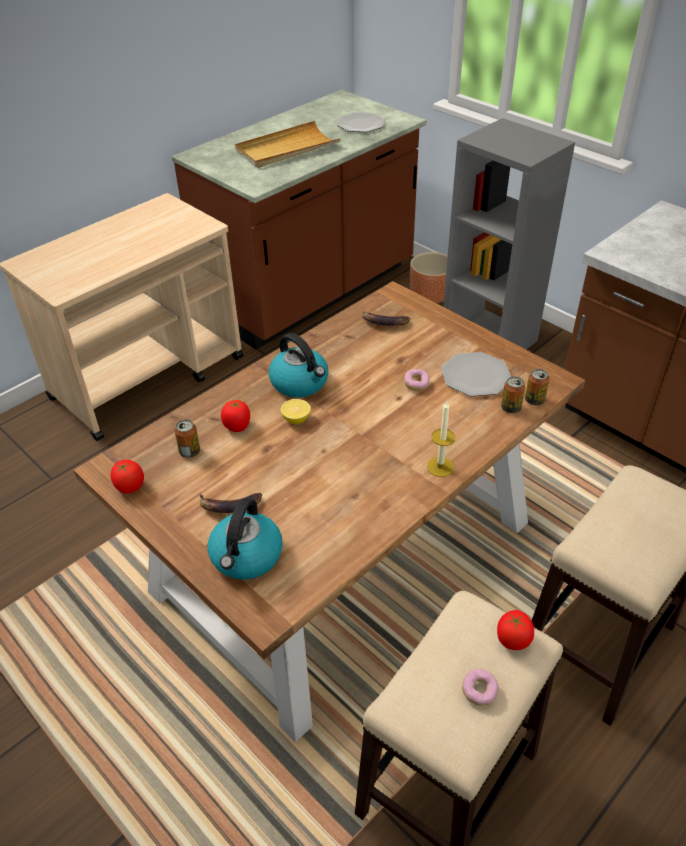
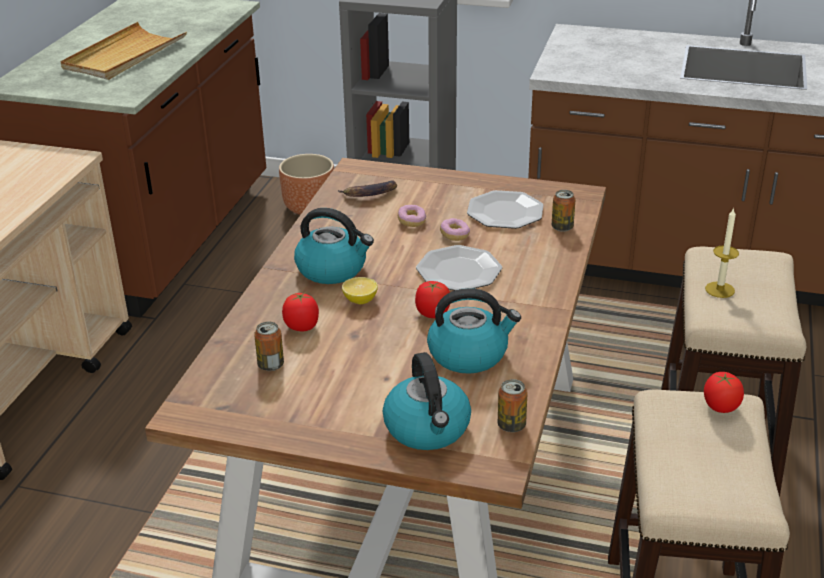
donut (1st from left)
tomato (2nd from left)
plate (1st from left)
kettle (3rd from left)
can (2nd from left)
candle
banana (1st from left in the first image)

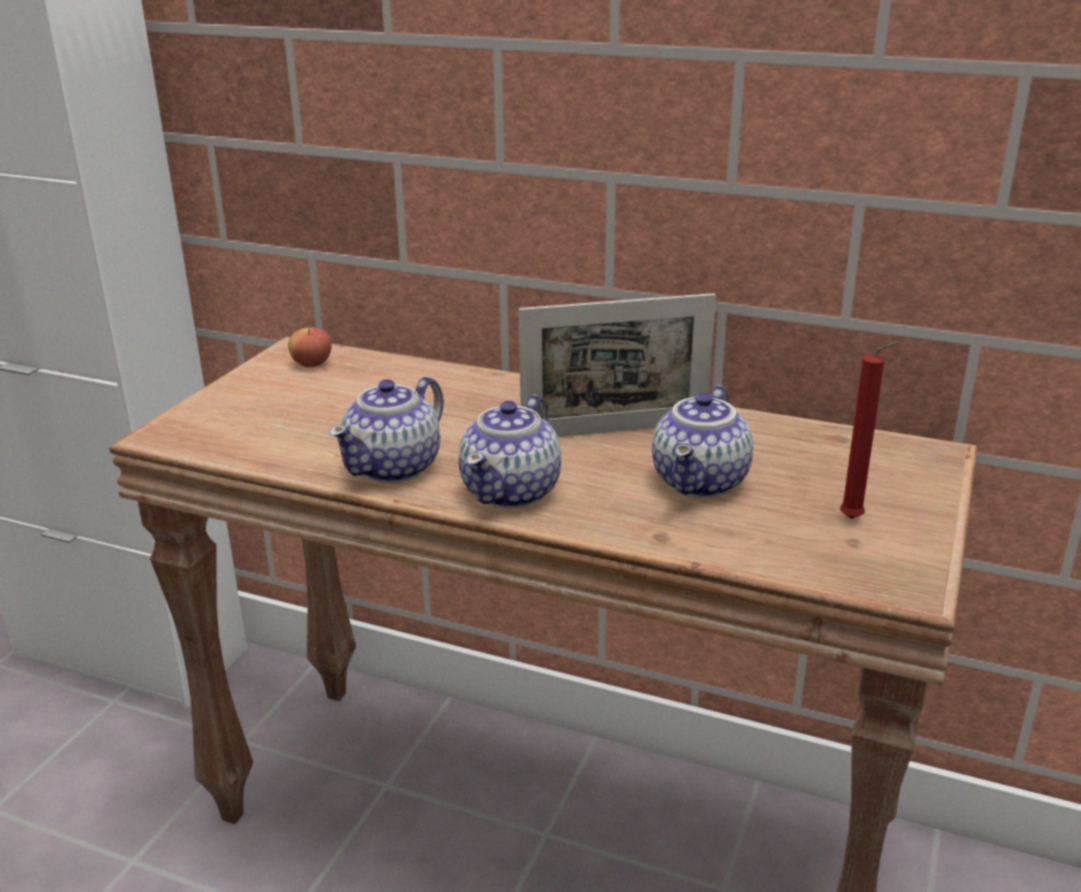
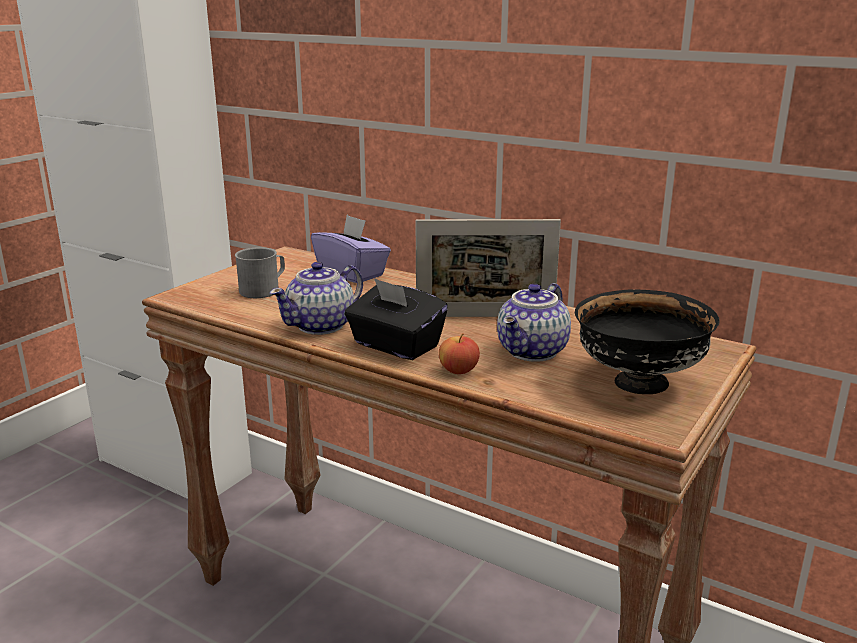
mug (grey)
tissue box (purple)
tissue box (black)
apple
bowl (black)

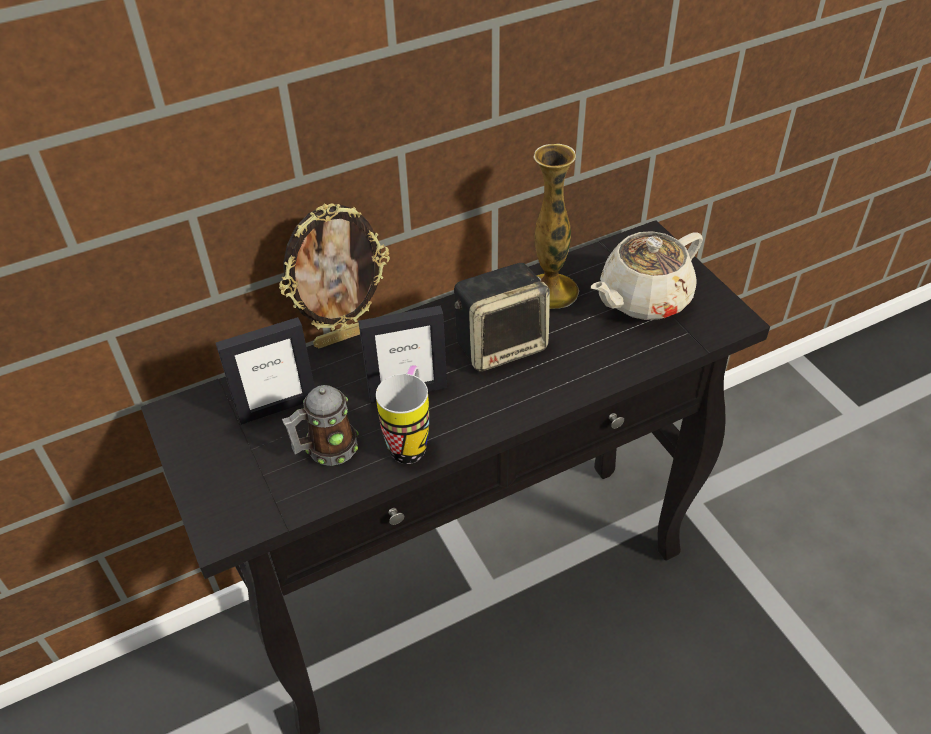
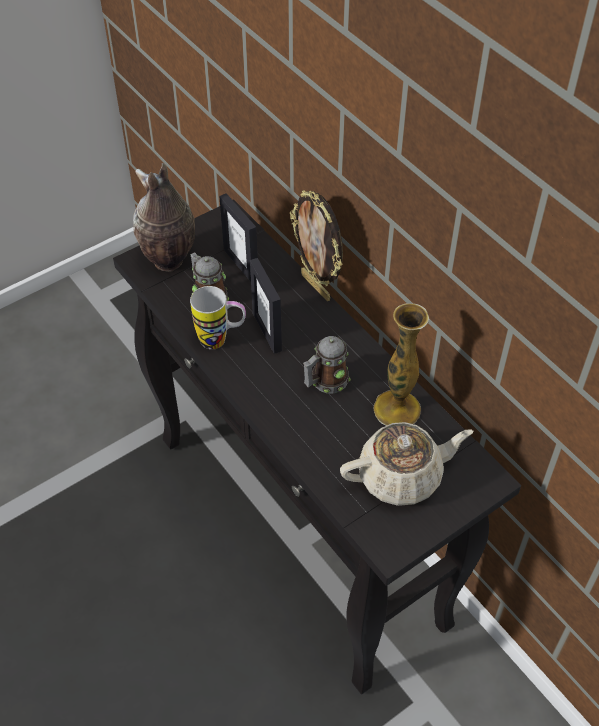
vase (1st from left)
mug (3rd from left)
teapot (beige)

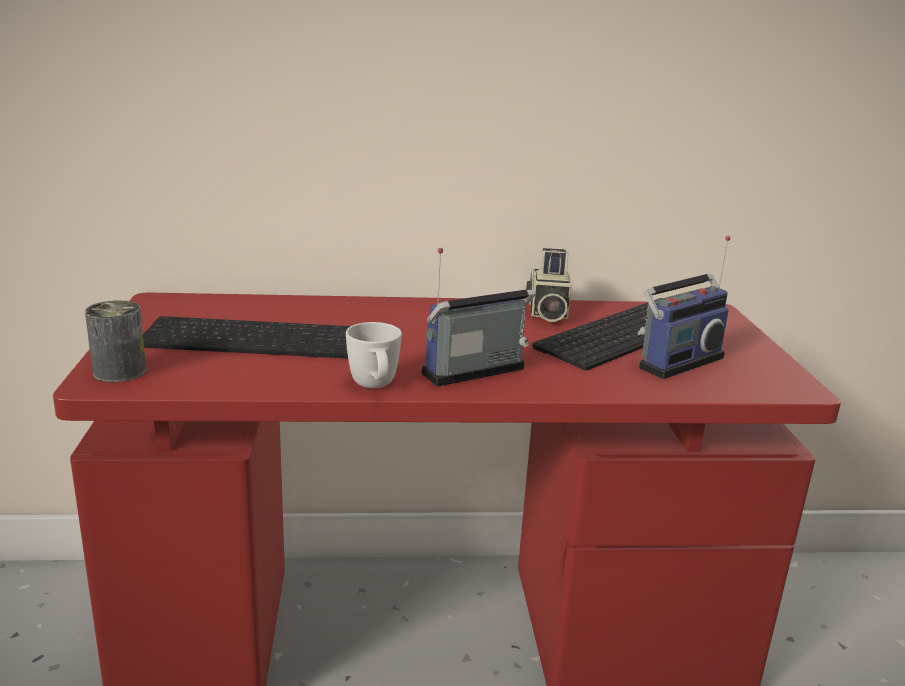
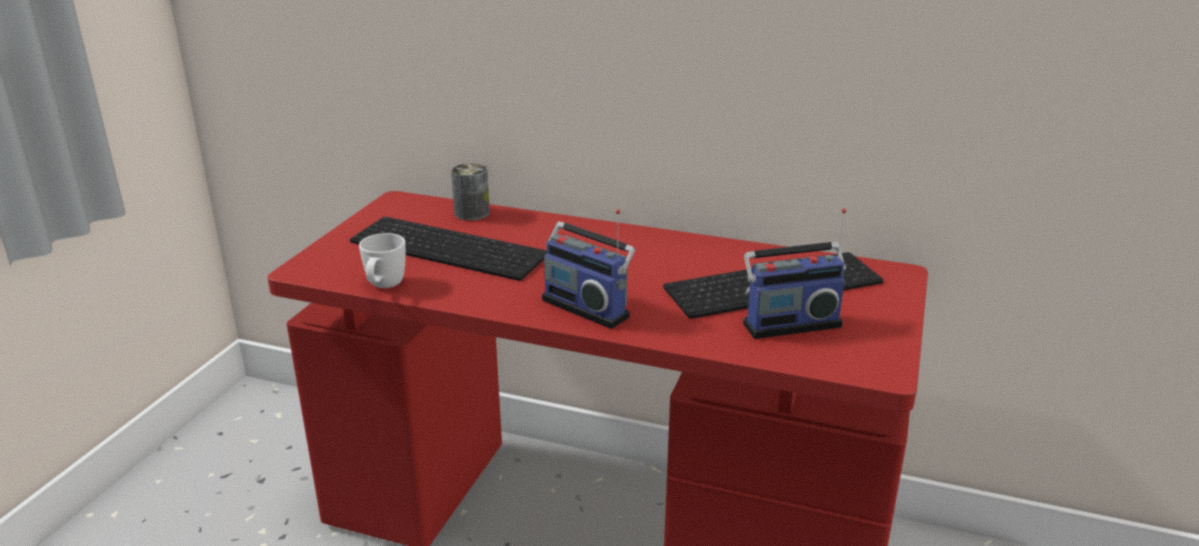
mug (white)
can
radio (1st from left)
photo camera

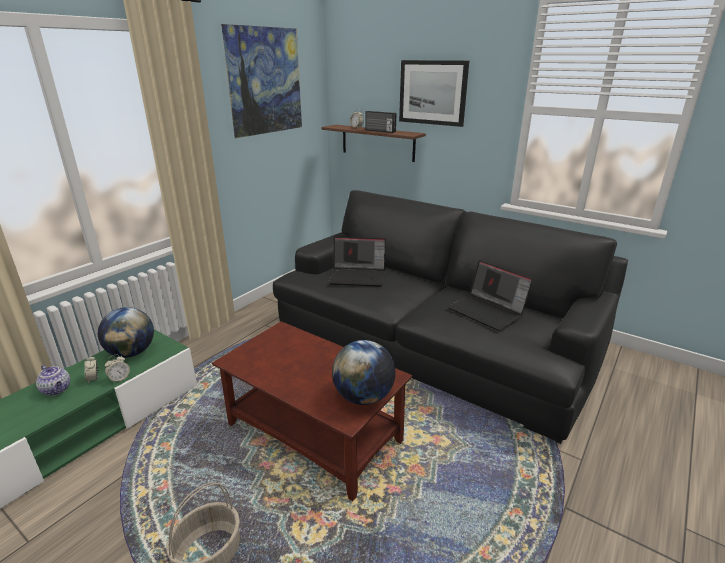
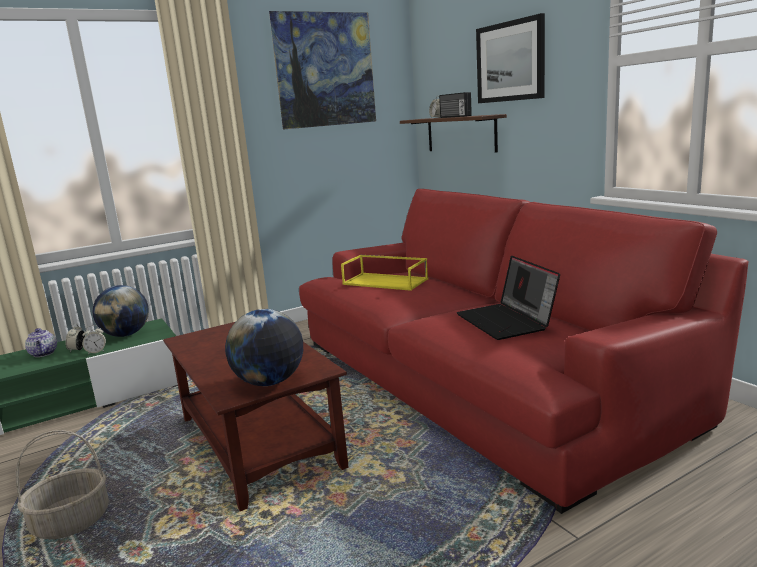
sofa (red)
tray (yellow)

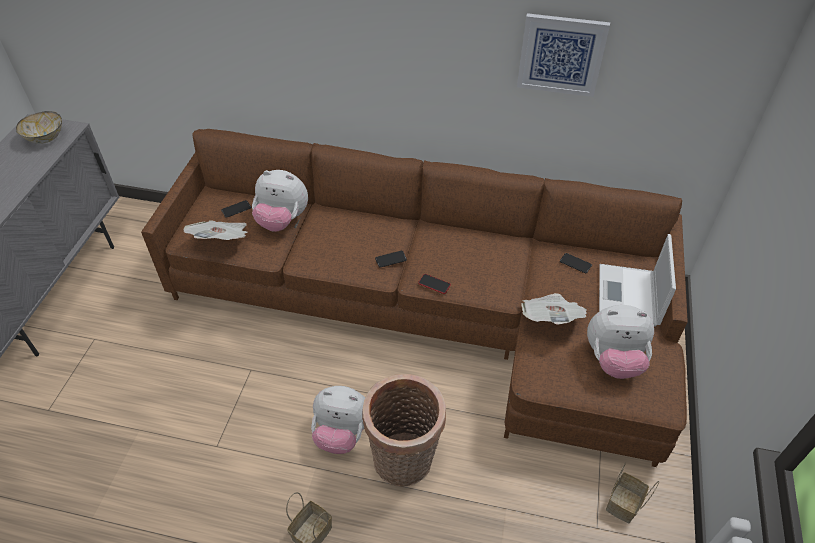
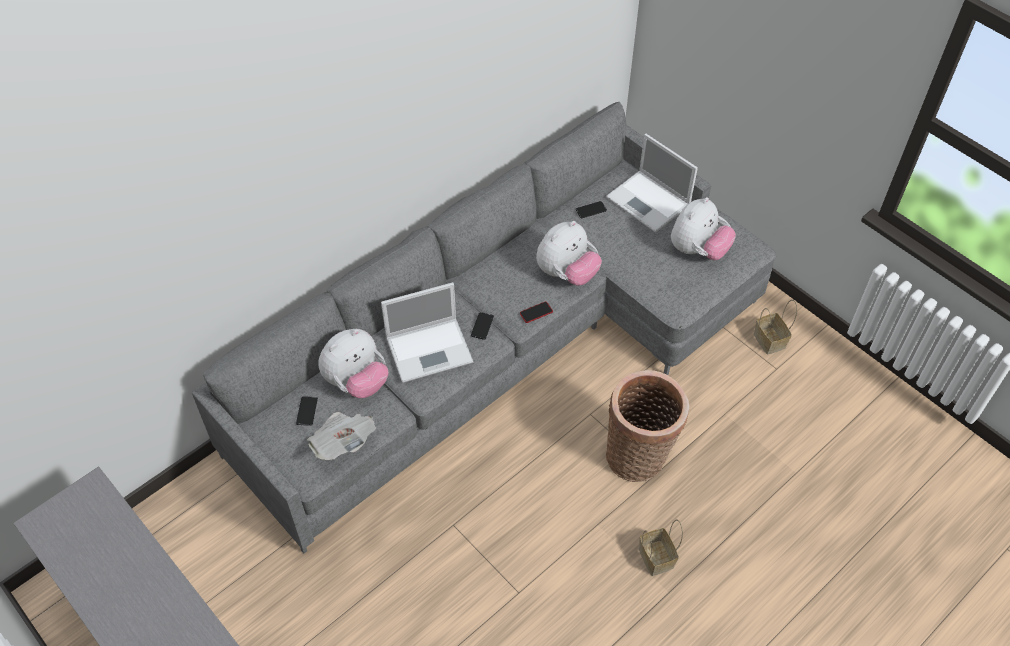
sofa (grey)
laptop (1st from left)
plush toy (2nd from left)
bowl
picture
newspaper (2nd from left in the first image)

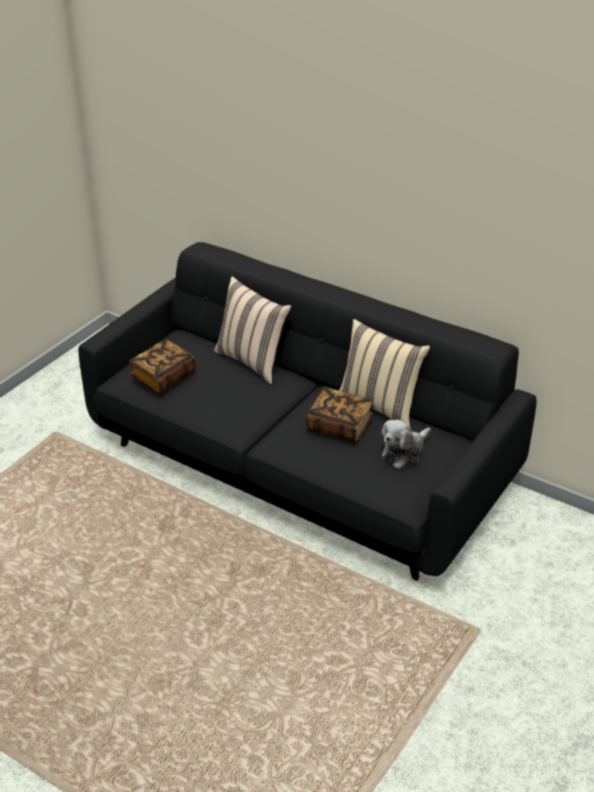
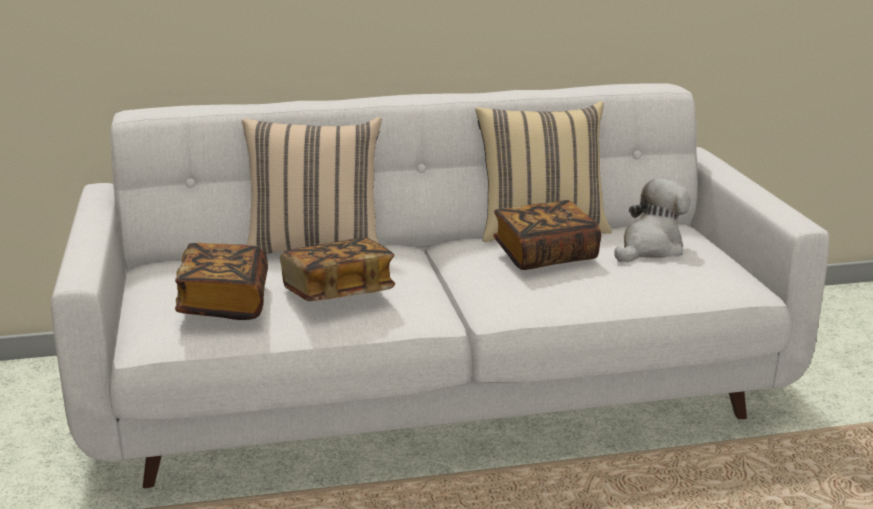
sofa (white)
book (2nd from left)
plush toy

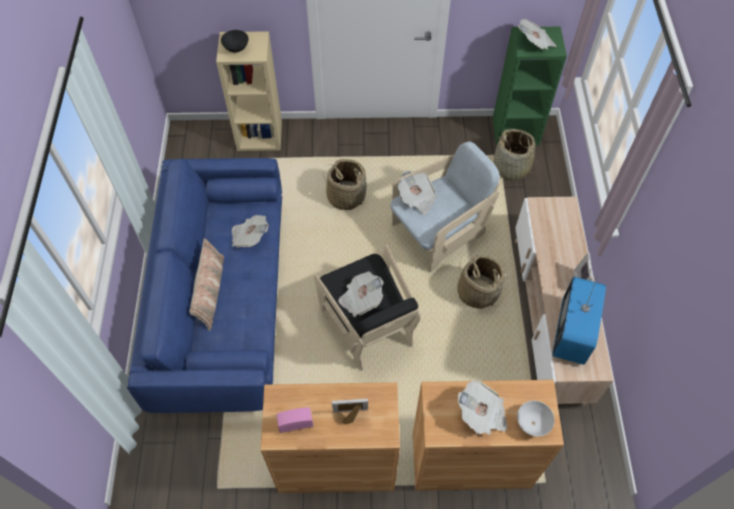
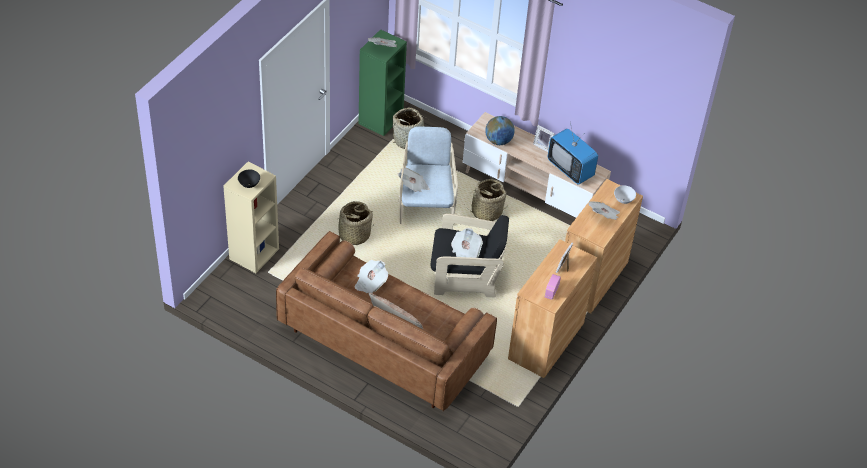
sofa (brown)
globe

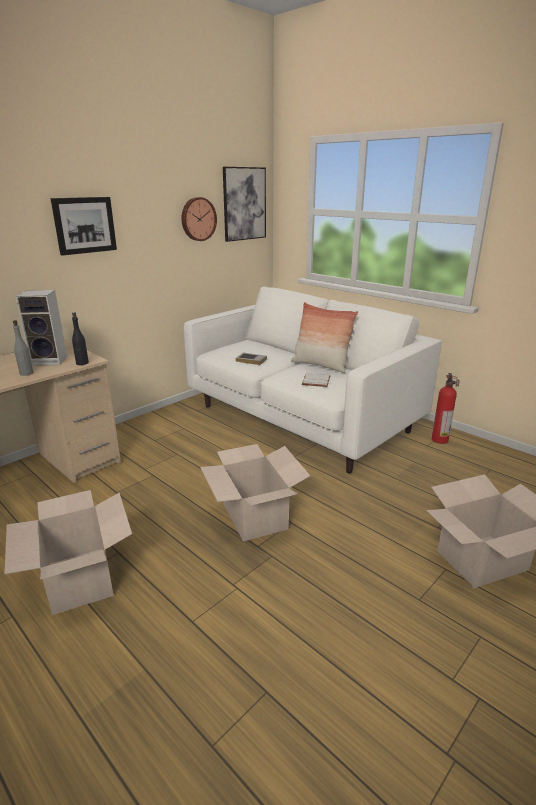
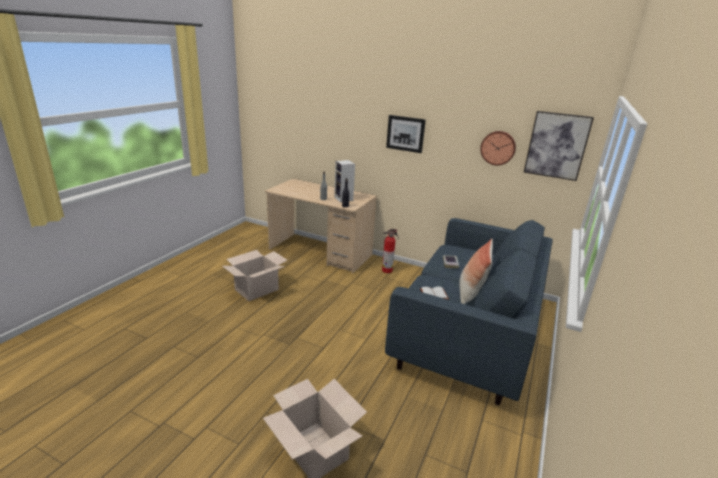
fire extinguisher
sofa (blue)
cardboard box (2nd from left in the first image)

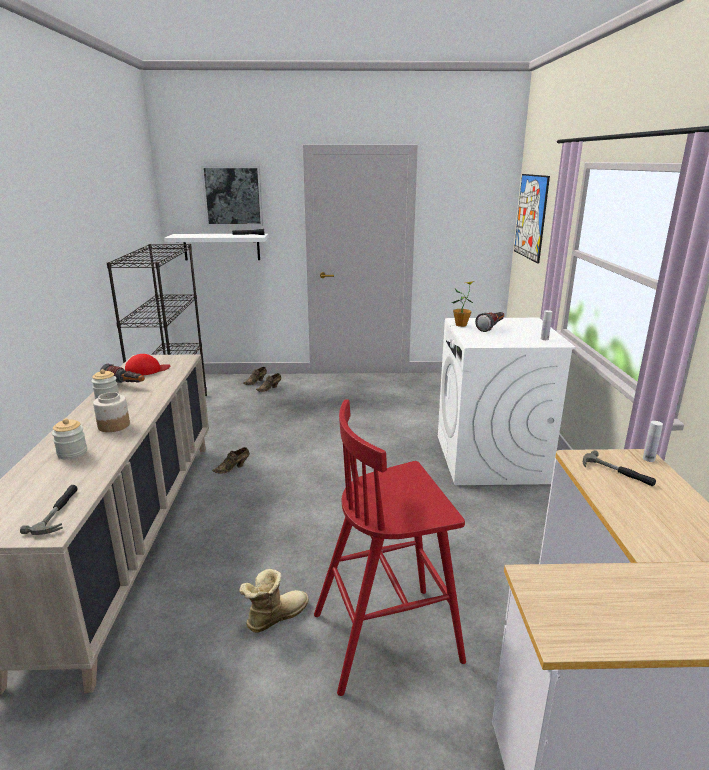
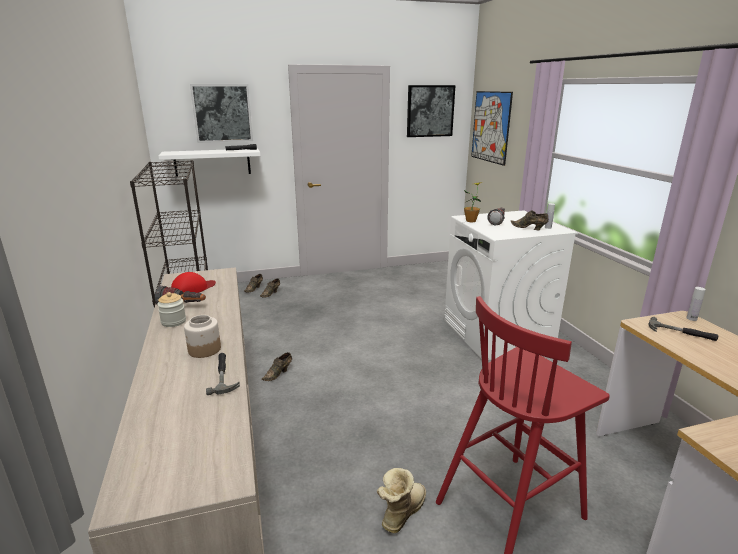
hammer (1st from left)
picture (2nd from left)
shoe (brown) (4th from left)
jar (1st from left in the first image)

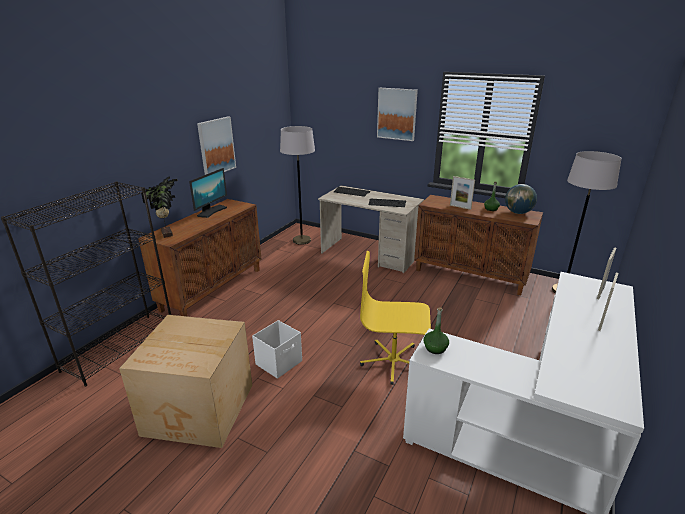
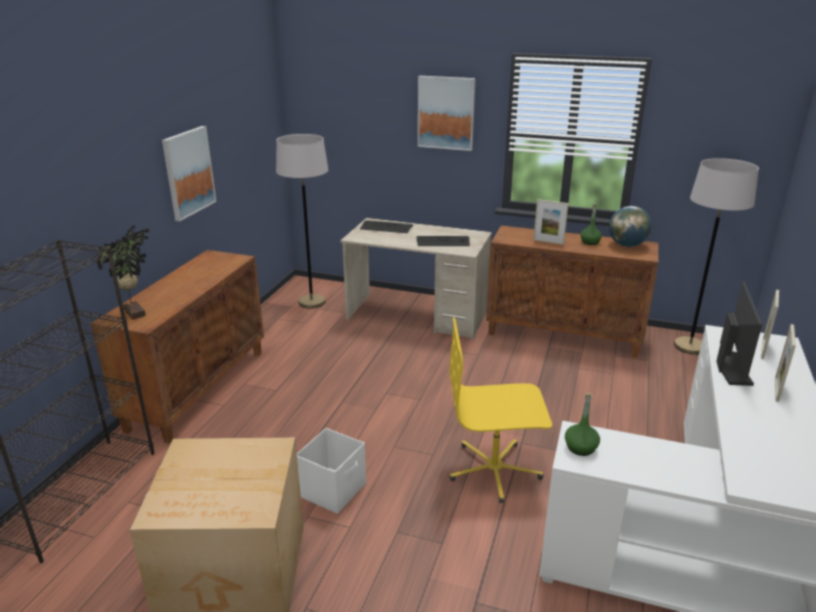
monitor

